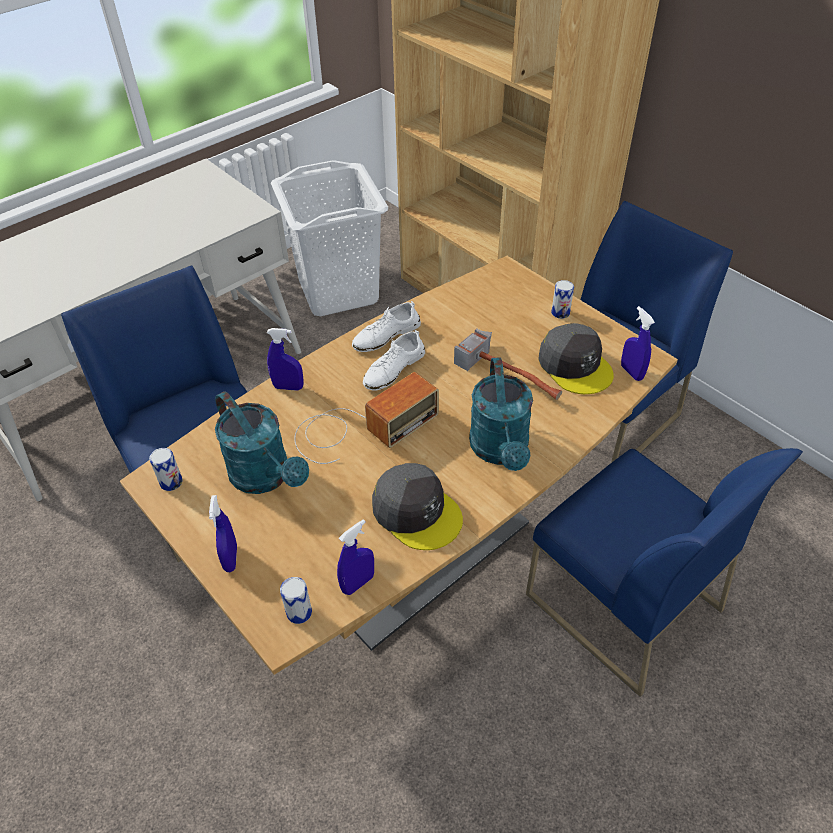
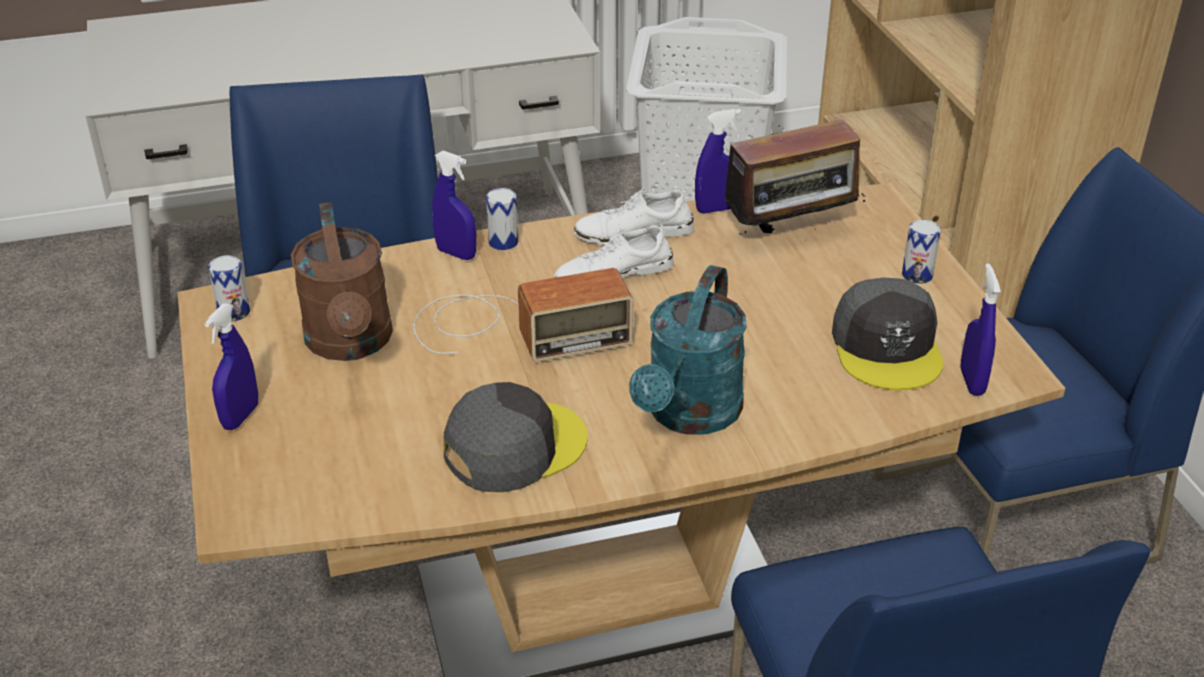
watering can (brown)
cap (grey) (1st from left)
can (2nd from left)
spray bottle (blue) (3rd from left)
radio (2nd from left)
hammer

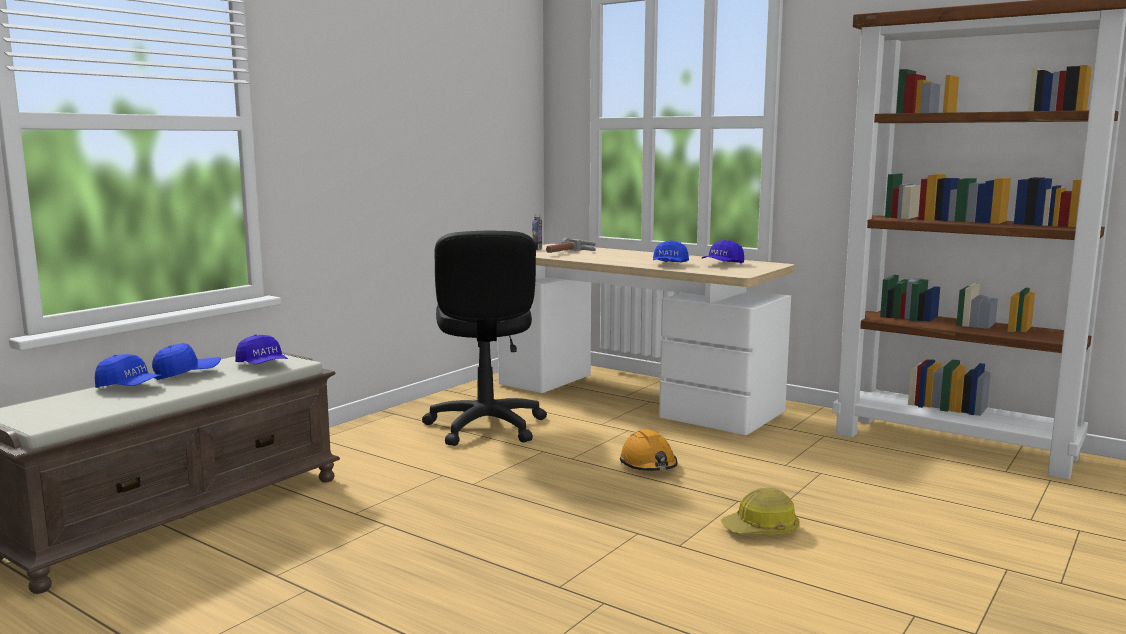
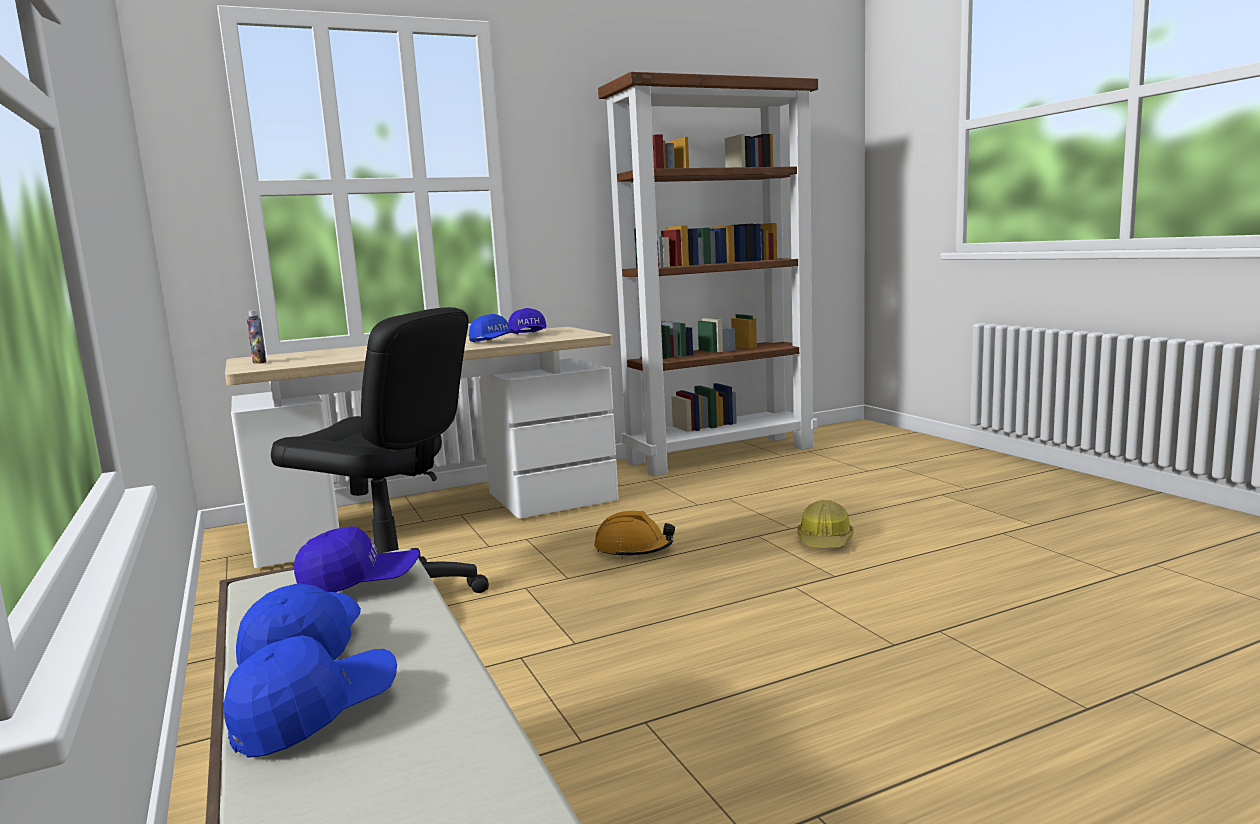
hammer

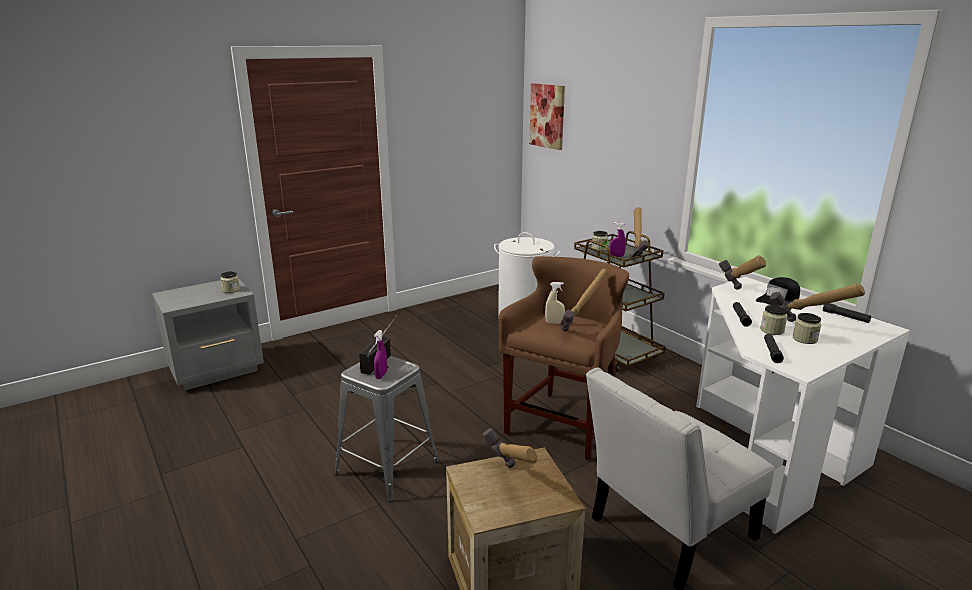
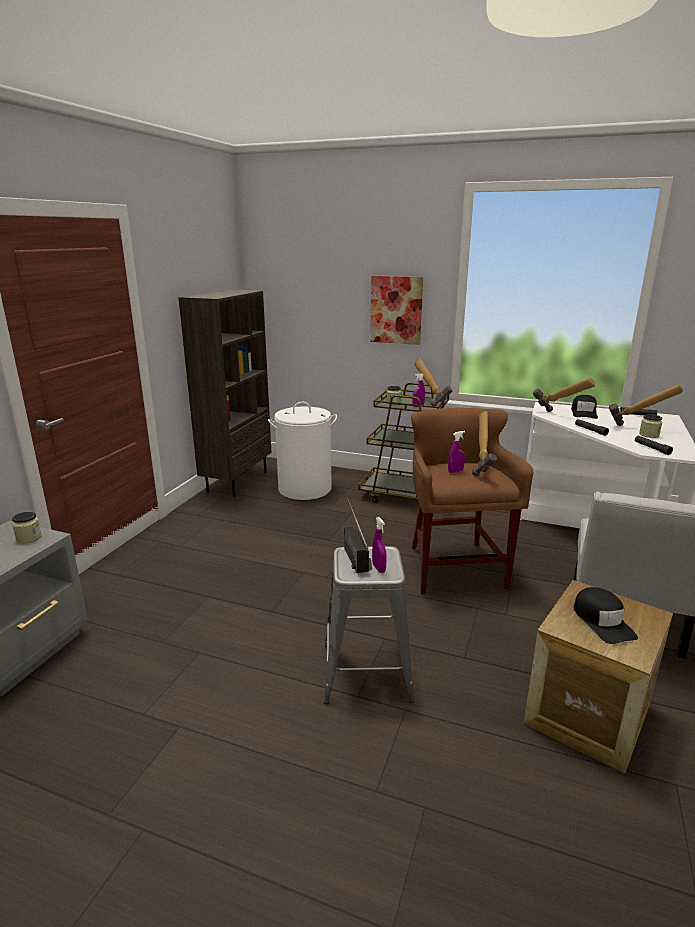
bookcase (brown)
picture
spray bottle (purple) (3rd from left)
cap (black) (2nd from left)
jar (3rd from left in the first image)

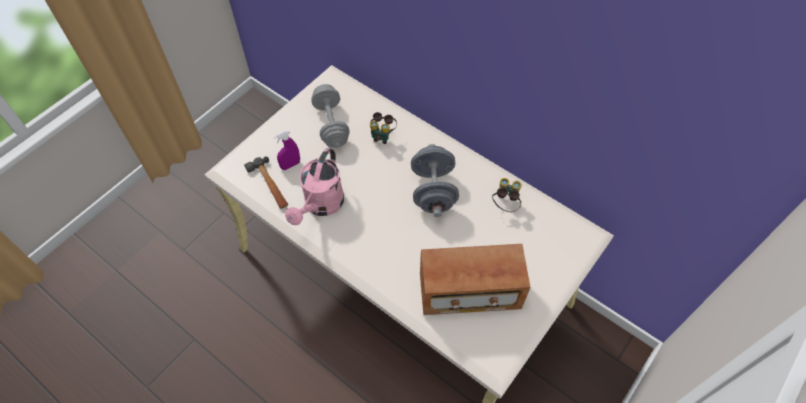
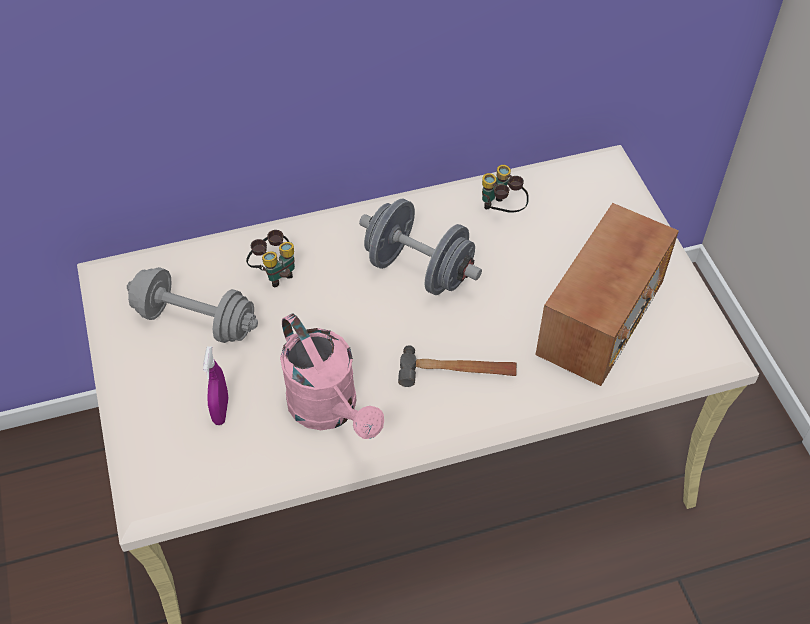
hammer

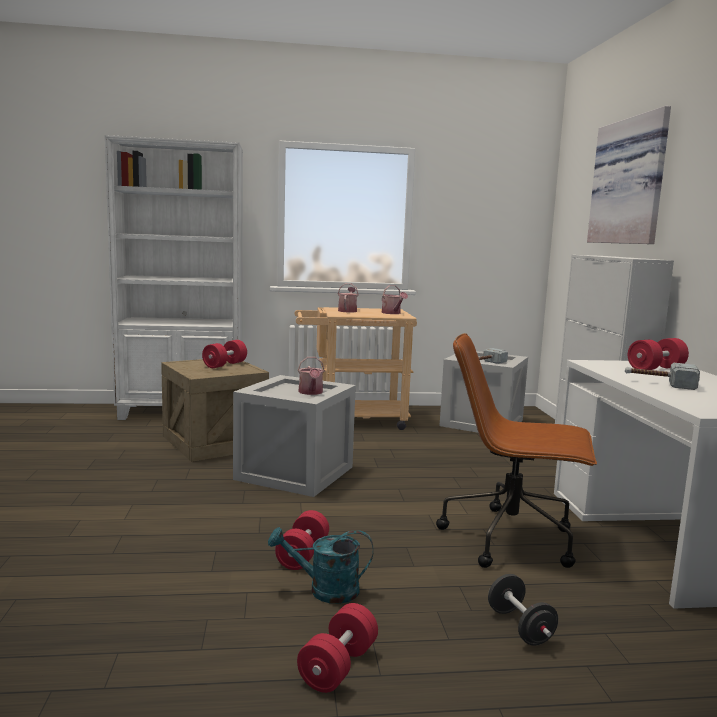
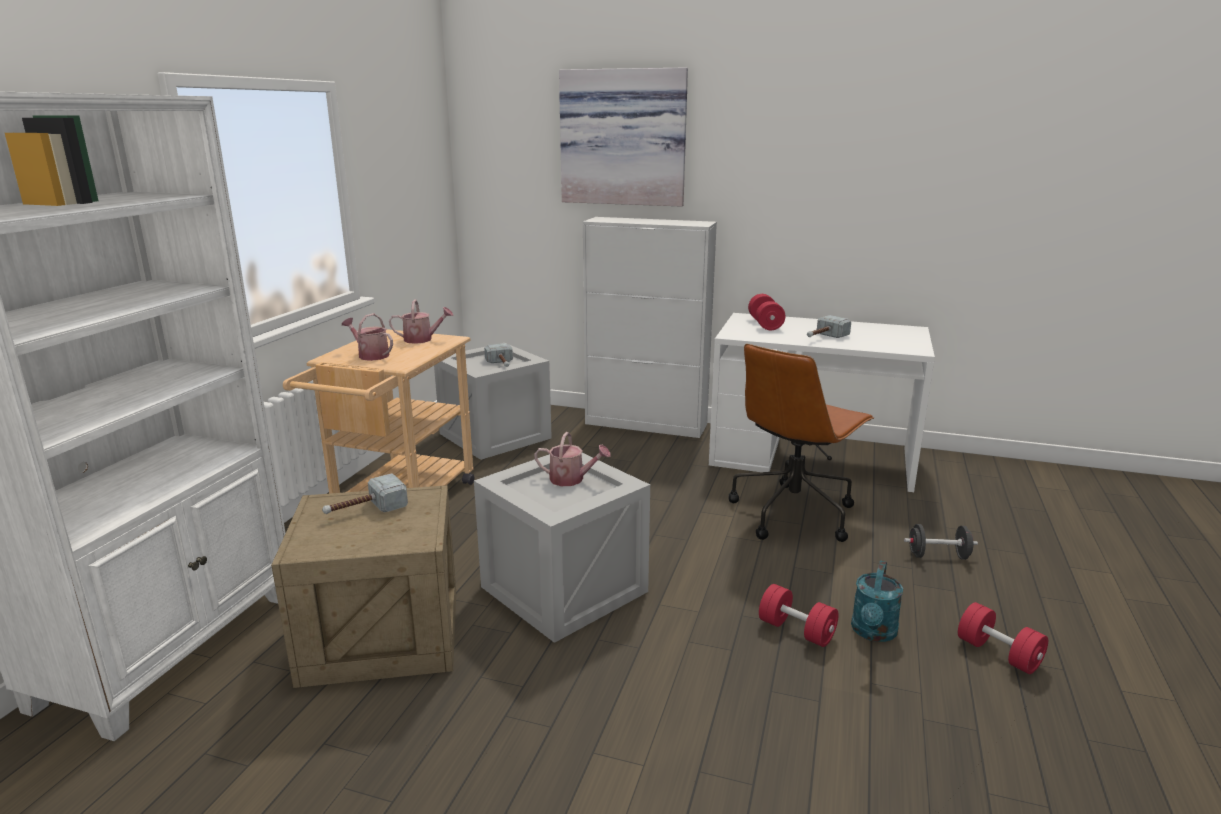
hammer (1st from left)

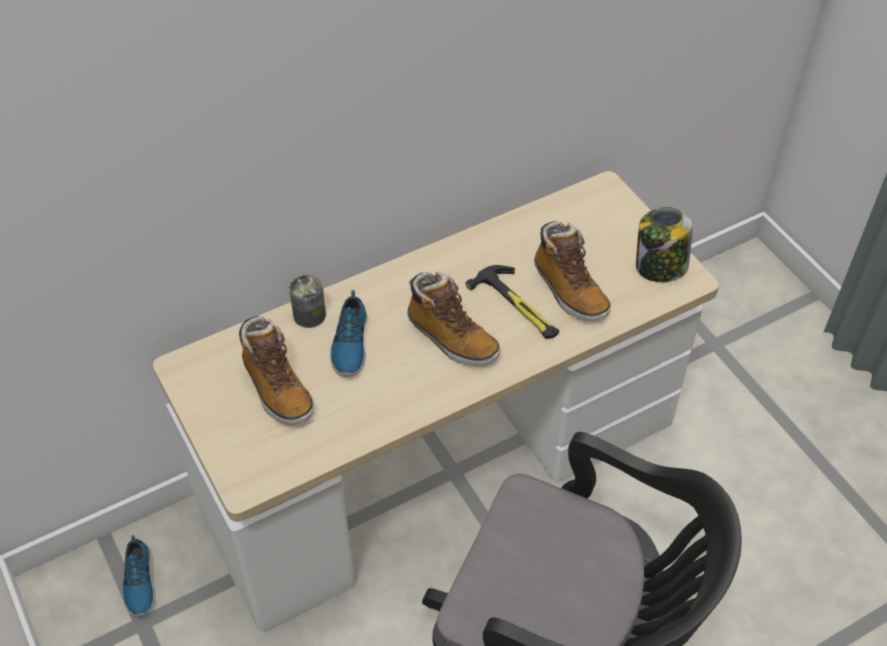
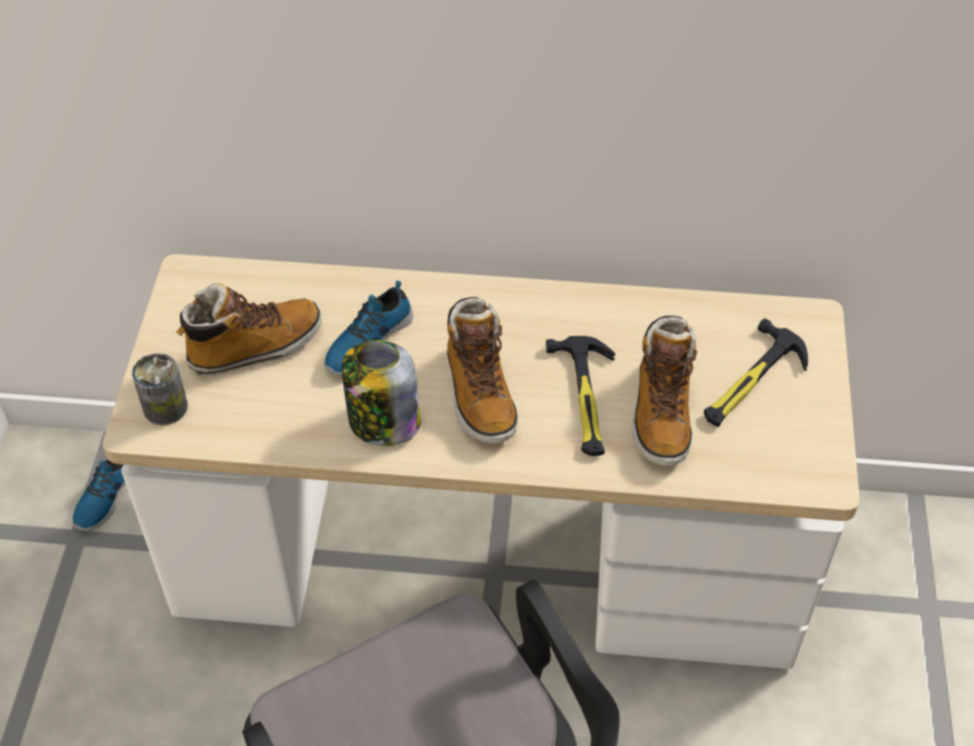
can
boot (1st from left)
jar
hammer (2nd from left)

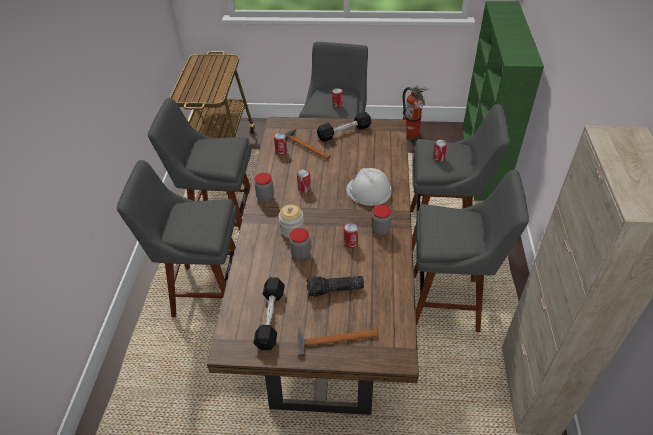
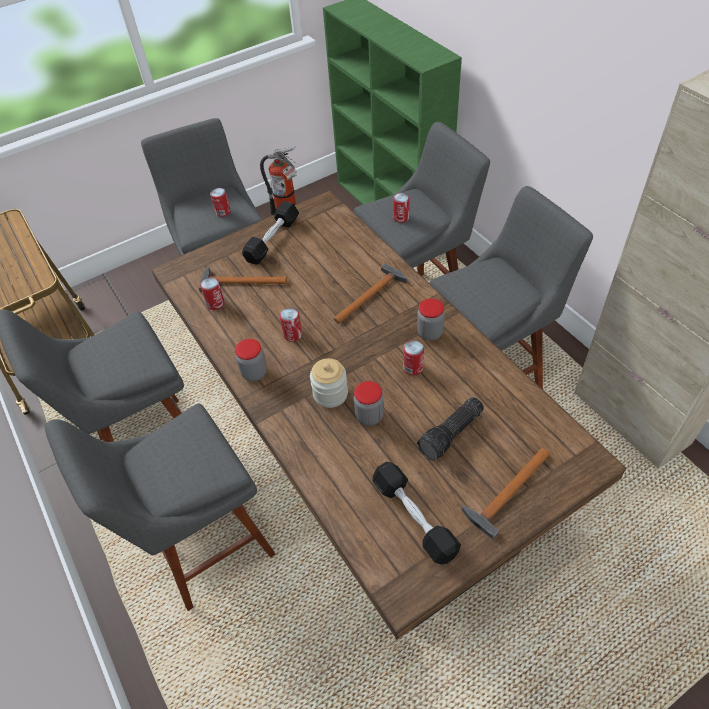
hammer (2nd from left)

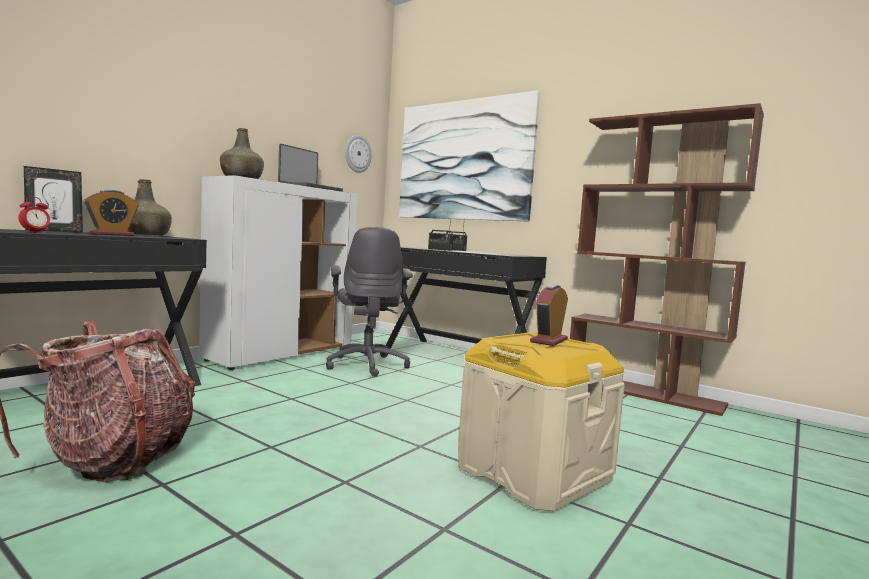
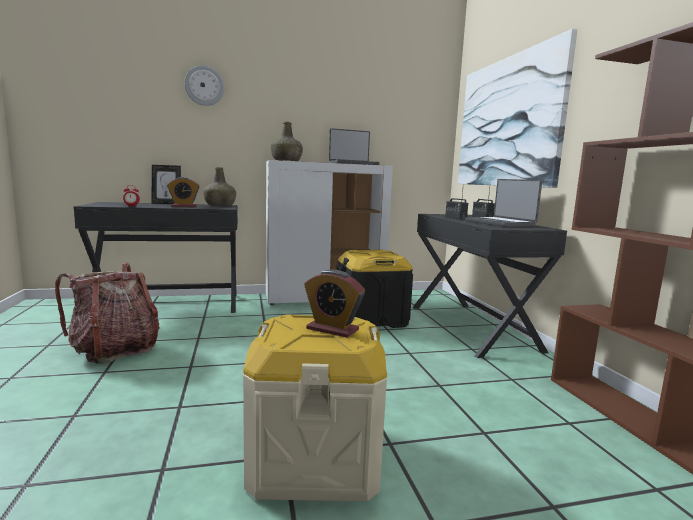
wall clock
alarm clock (3rd from left)
storage box (black)
laptop (2nd from left)

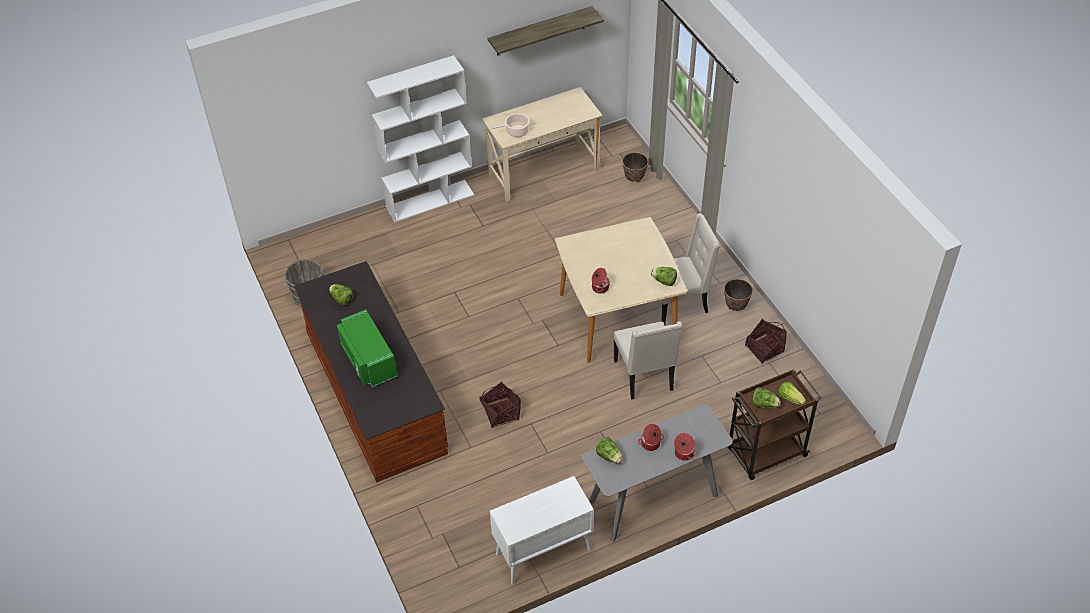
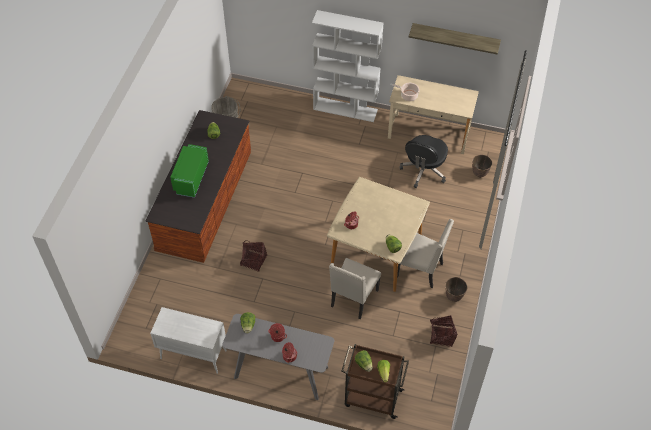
office chair (black)

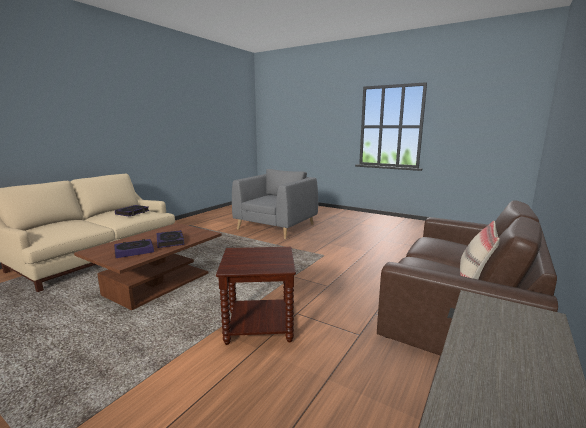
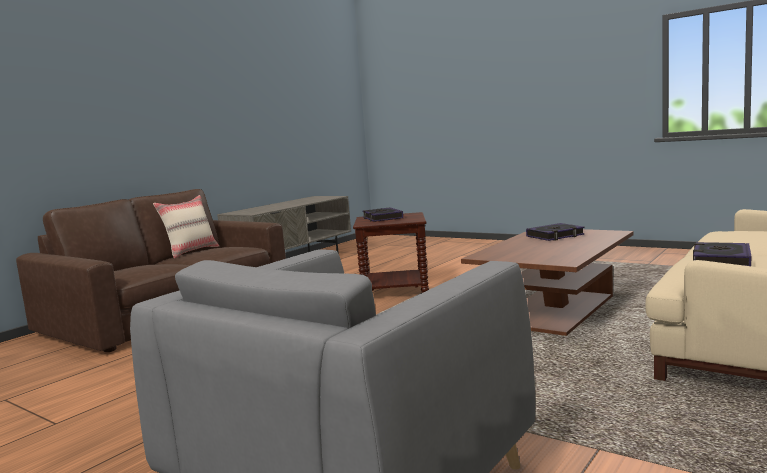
book (1st from left)

